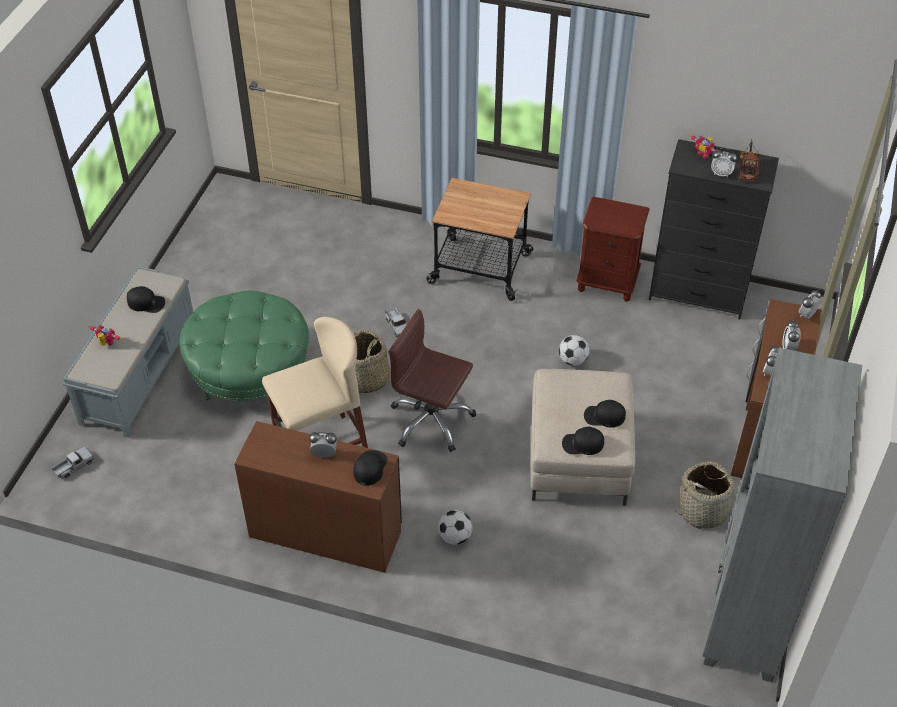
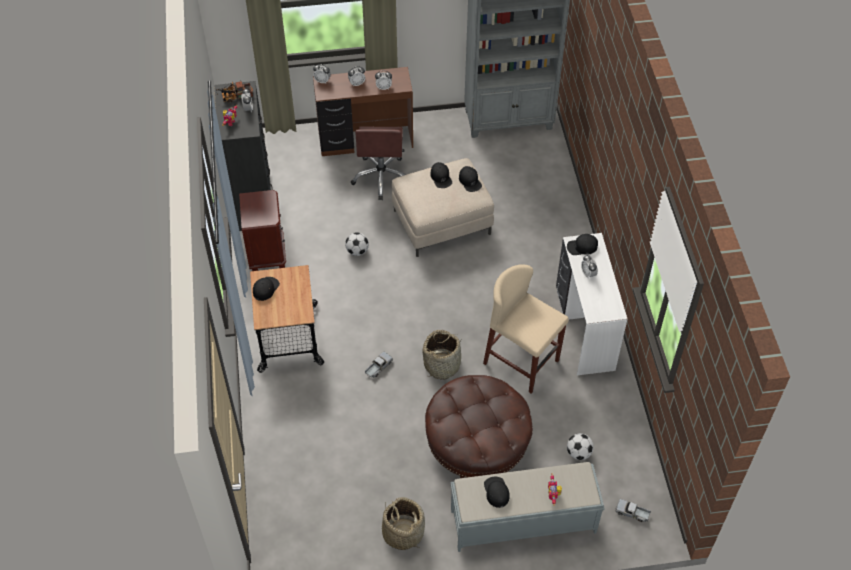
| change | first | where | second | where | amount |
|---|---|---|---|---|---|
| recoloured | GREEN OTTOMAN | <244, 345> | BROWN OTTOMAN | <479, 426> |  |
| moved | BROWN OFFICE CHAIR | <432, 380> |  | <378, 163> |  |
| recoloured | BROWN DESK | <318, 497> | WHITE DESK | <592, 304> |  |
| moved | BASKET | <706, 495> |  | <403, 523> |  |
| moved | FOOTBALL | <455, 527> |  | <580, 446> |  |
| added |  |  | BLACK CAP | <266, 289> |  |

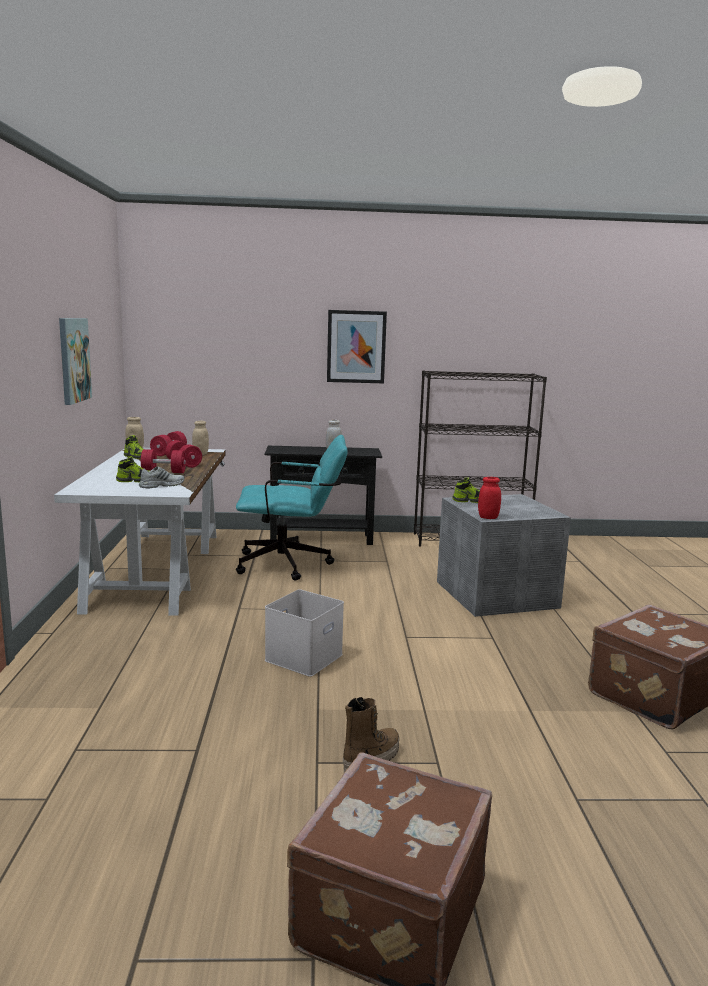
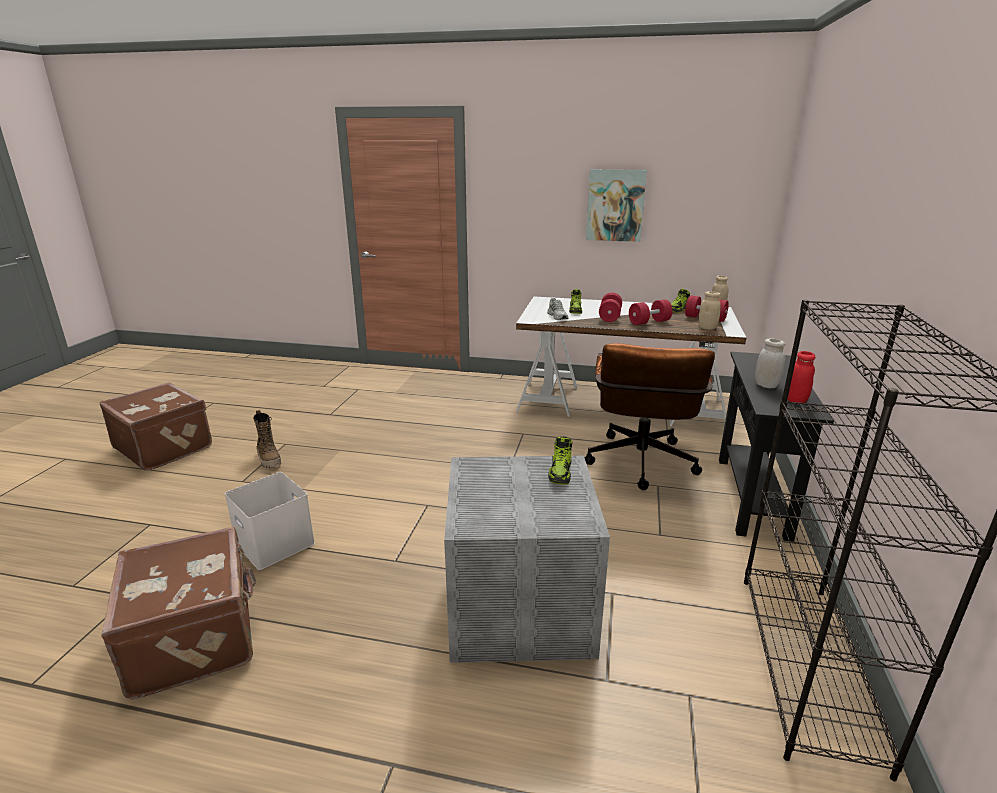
| change | first | where | second | where | amount |
|---|---|---|---|---|---|
| removed | PICTURE | <357, 346> |  |  |  |
| recoloured | TURQUOISE OFFICE CHAIR | <292, 508> | BROWN OFFICE CHAIR | <649, 416> |  |
| moved | RED JAR | <489, 498> |  | <801, 377> |  |
| moved | WHITE STORAGE BOX | <304, 633> |  | <269, 521> |  |

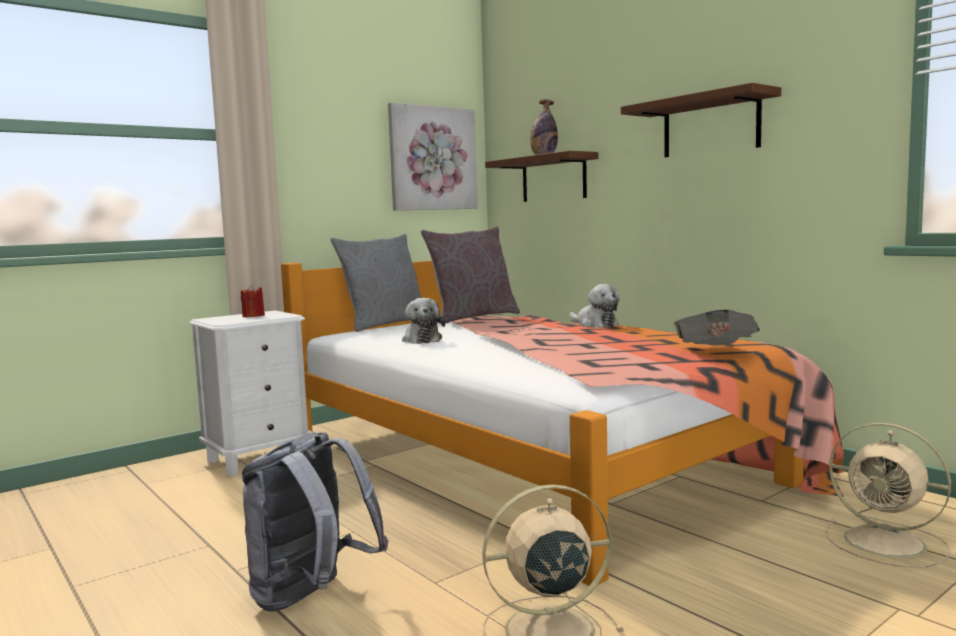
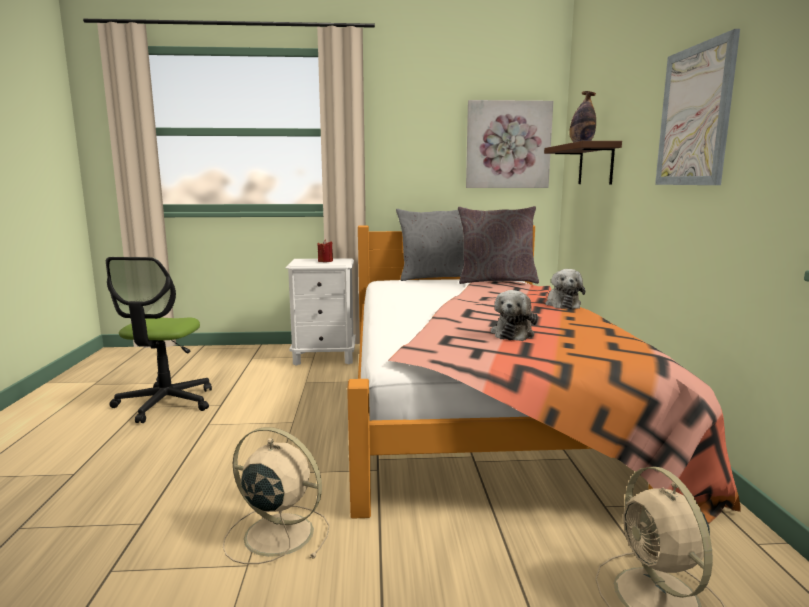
| change | first | where | second | where | amount |
|---|---|---|---|---|---|
| replaced | BROWN SHELF | <701, 120> | PICTURE | <697, 107> |  |
| moved | PLUSH TOY | <423, 321> |  | <514, 315> |  |
| removed | NEWSPAPER | <717, 328> |  |  |  |
| removed | GREY BACKPACK | <315, 522> |  |  |  |
| added |  |  | OFFICE CHAIR | <159, 340> |  |

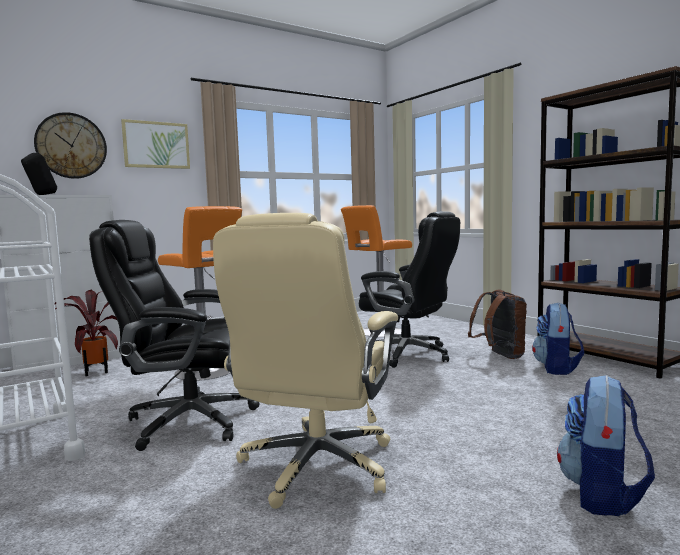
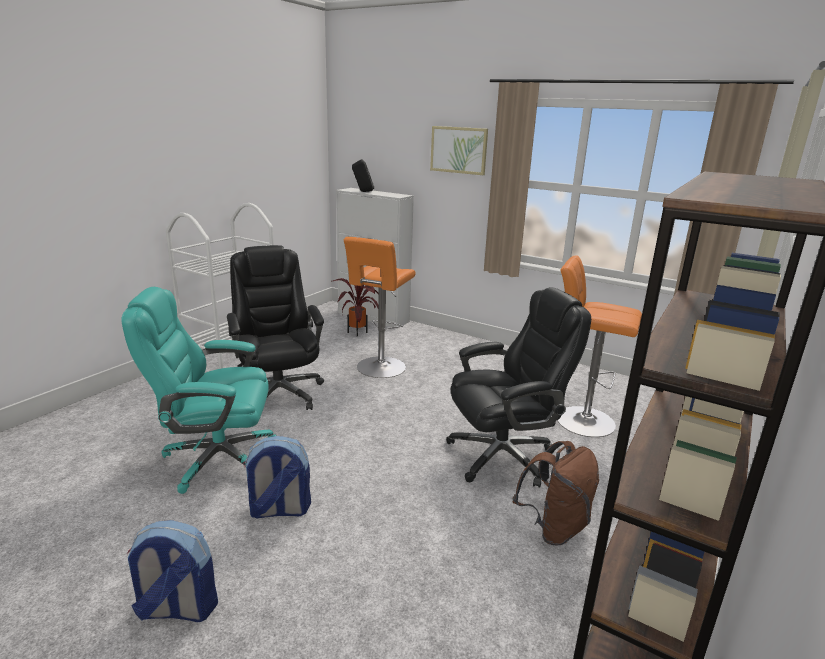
| change | first | where | second | where | amount |
|---|---|---|---|---|---|
| removed | WALL CLOCK | <70, 145> |  |  |  |
| turned | BLACK OFFICE CHAIR | <409, 289> |  | <518, 387> | 120 degrees counterclockwise |
| recoloured | BEIGE OFFICE CHAIR | <305, 361> | TURQUOISE OFFICE CHAIR | <199, 390> |  |
| moved | BACKPACK | <558, 339> |  | <277, 477> |  |

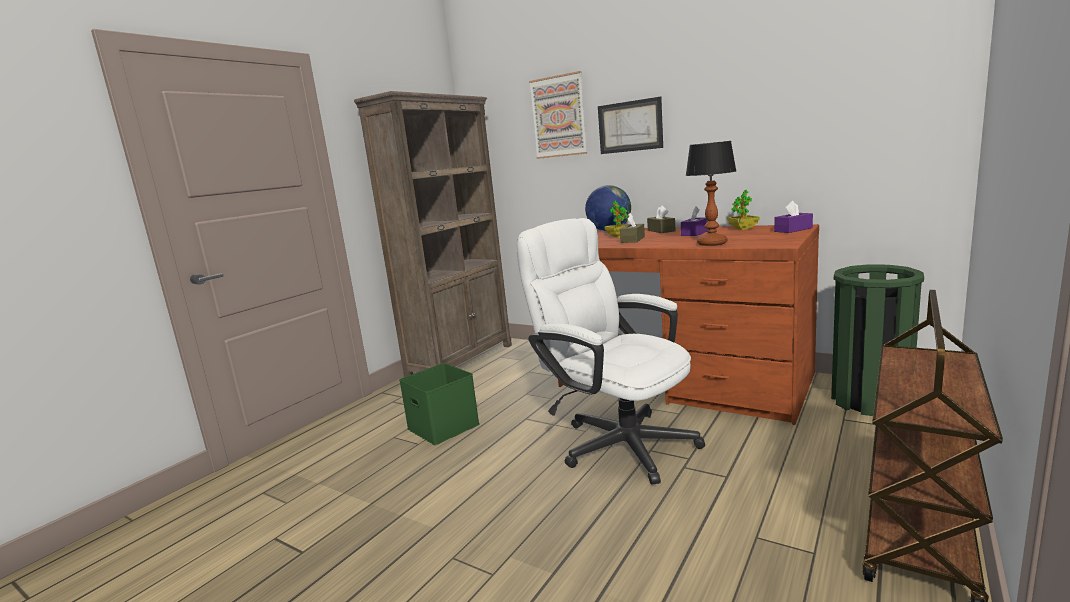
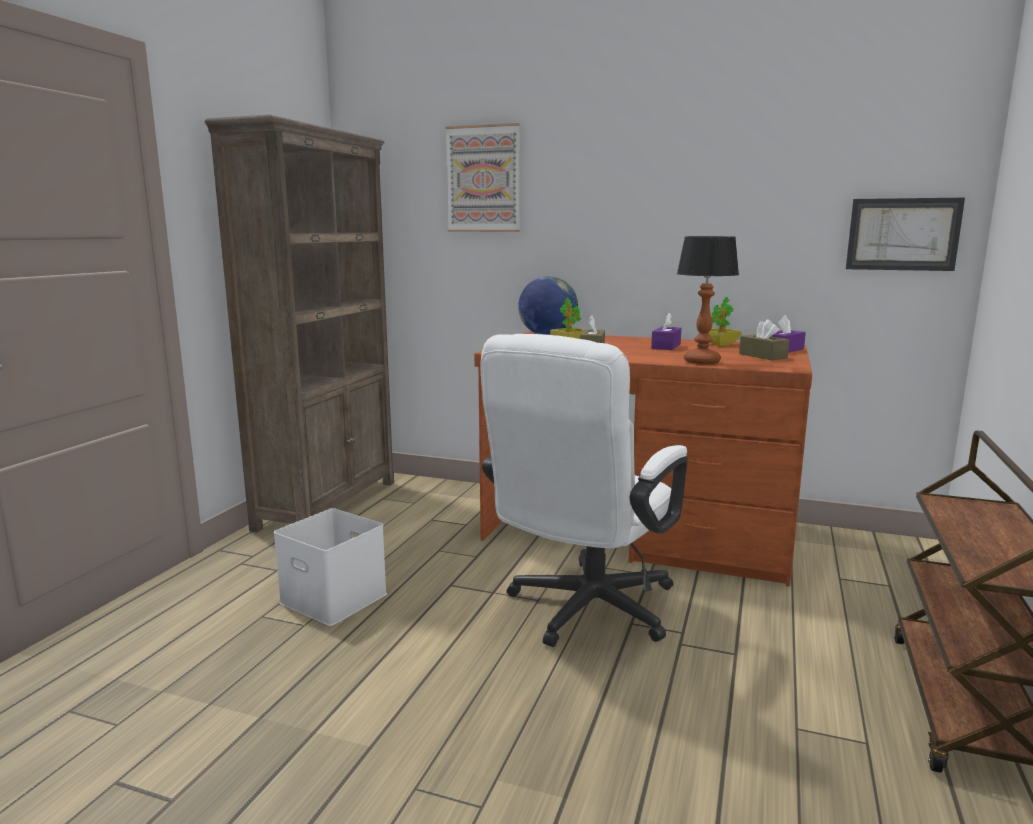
| change | first | where | second | where | amount |
|---|---|---|---|---|---|
| moved | PICTURE | <630, 125> |  | <905, 234> |  |
| moved | BROWN TISSUE BOX | <661, 219> |  | <764, 339> |  |
| turned | WHITE OFFICE CHAIR | <610, 351> |  | <584, 490> | 90 degrees counterclockwise |
| removed | GREEN TRASH CAN | <877, 340> |  |  |  |
| recoloured | GREEN STORAGE BOX | <439, 404> | WHITE STORAGE BOX | <330, 567> |  |

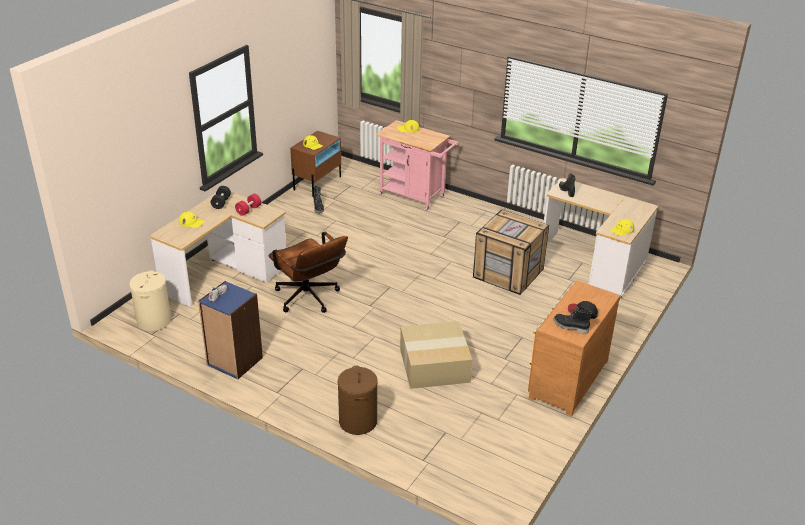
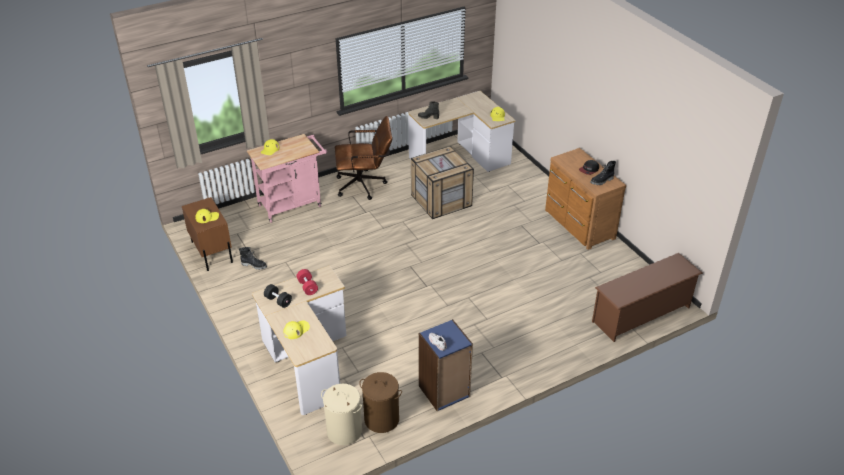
| change | first | where | second | where | amount |
|---|---|---|---|---|---|
| moved | BROWN OFFICE CHAIR | <308, 272> |  | <363, 158> |  |
| removed | CARDBOARD BOX | <436, 355> |  |  |  |
| moved | BROWN LAUNDRY BASKET | <358, 400> |  | <380, 402> |  |
| added |  |  | BROWN SHOE RACK | <647, 297> |  |

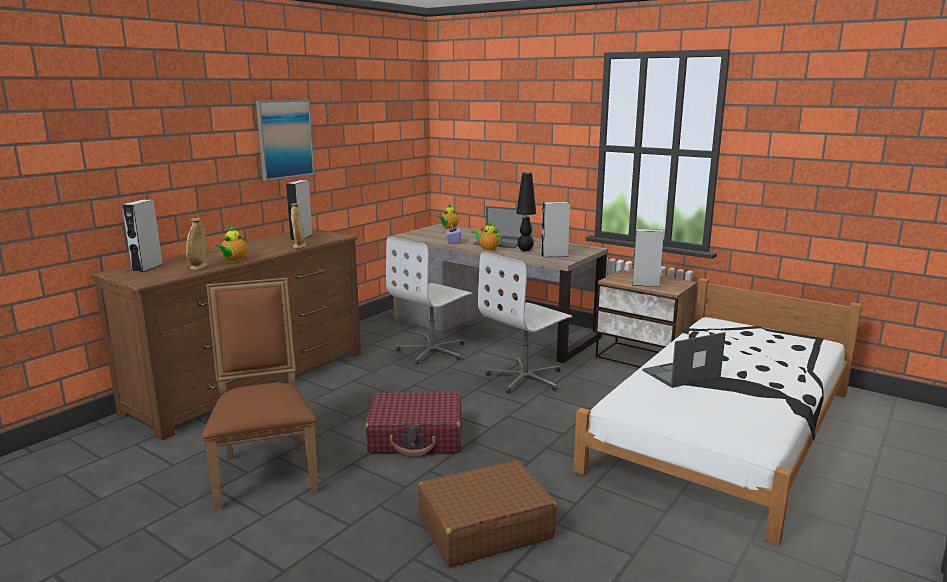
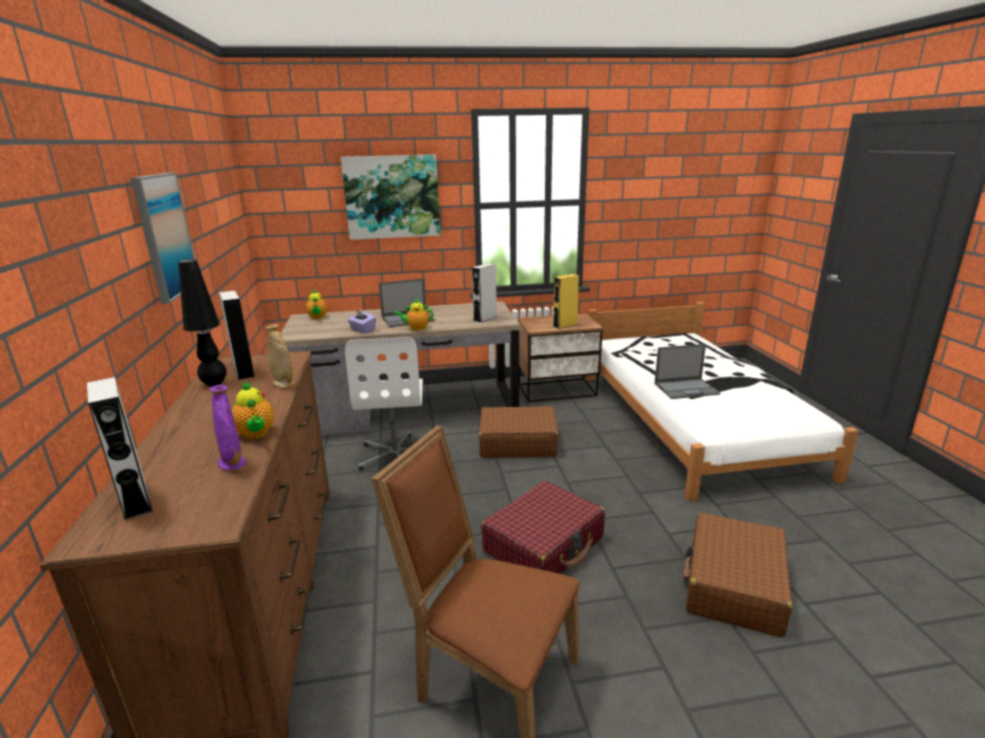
| change | first | where | second | where | amount |
|---|---|---|---|---|---|
| moved | BLACK TABLE LAMP | <526, 212> |  | <202, 322> |  |
| recoloured | BEIGE VASE | <197, 244> | PURPLE VASE | <228, 428> |  |
| recoloured | GREY SPEAKER | <648, 258> | YELLOW SPEAKER | <566, 301> |  |
| replaced | WHITE OFFICE CHAIR | <525, 322> | BROWN SUITCASE | <518, 432> |  |
| turned | LAPTOP | <684, 360> |  | <687, 371> | 120 degrees counterclockwise |
| added |  |  | PICTURE | <390, 197> |  |

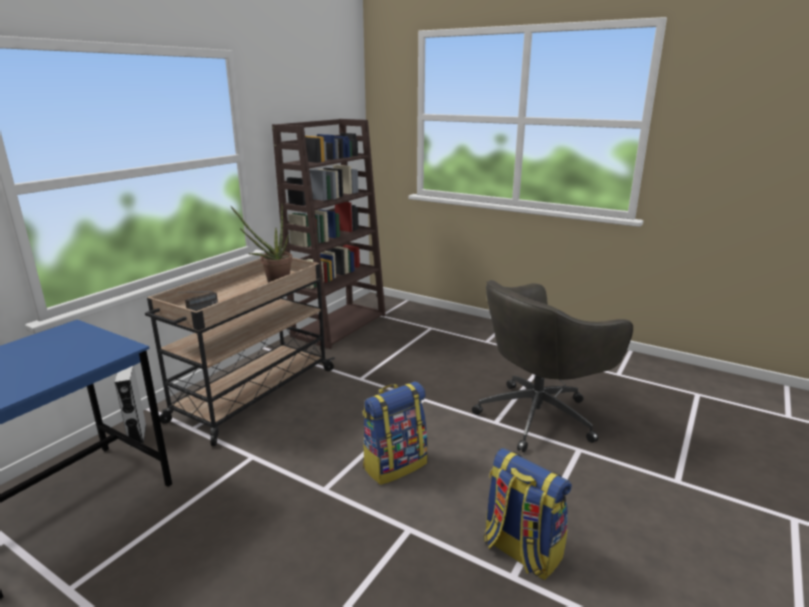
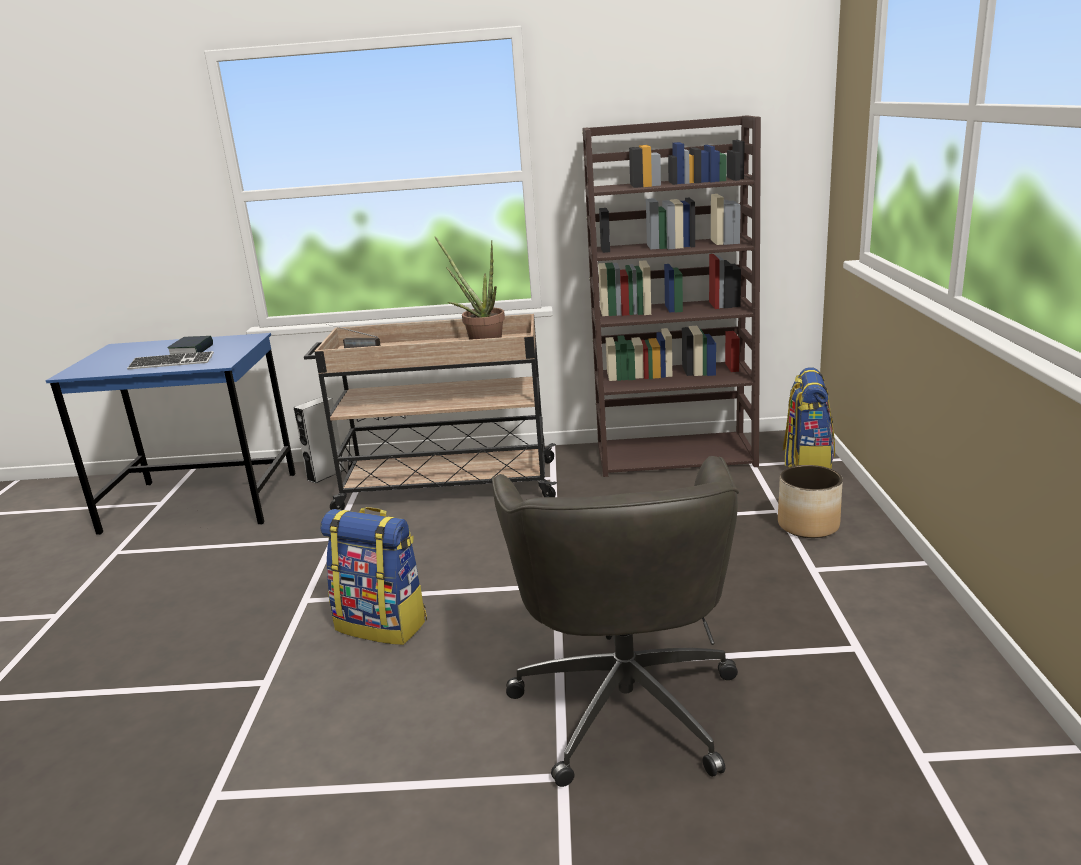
| change | first | where | second | where | amount |
|---|---|---|---|---|---|
| turned | GREY OFFICE CHAIR | <552, 366> |  | <615, 621> | 120 degrees counterclockwise |
| moved | BACKPACK | <528, 514> |  | <809, 418> |  |
| added |  |  | BOOK | <190, 345> |  |
| added |  |  | KEYBOARD | <170, 360> |  |
| added |  |  | PLANTER | <810, 501> |  |

